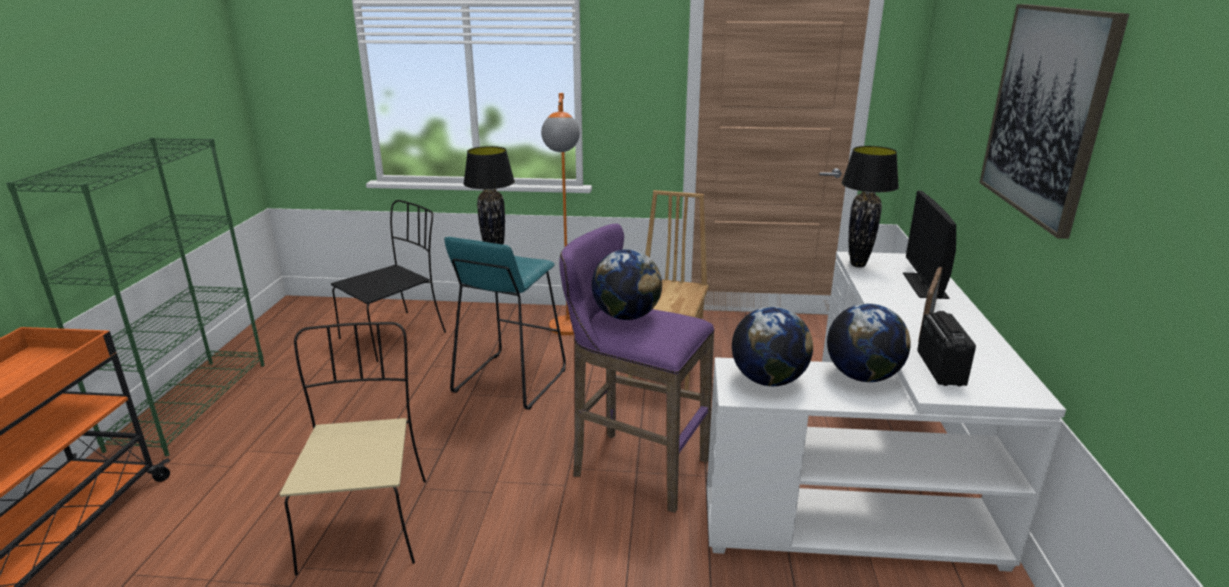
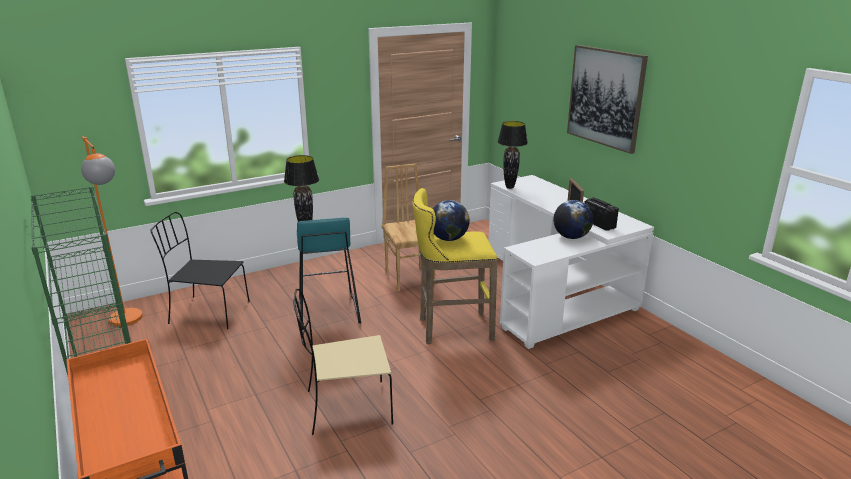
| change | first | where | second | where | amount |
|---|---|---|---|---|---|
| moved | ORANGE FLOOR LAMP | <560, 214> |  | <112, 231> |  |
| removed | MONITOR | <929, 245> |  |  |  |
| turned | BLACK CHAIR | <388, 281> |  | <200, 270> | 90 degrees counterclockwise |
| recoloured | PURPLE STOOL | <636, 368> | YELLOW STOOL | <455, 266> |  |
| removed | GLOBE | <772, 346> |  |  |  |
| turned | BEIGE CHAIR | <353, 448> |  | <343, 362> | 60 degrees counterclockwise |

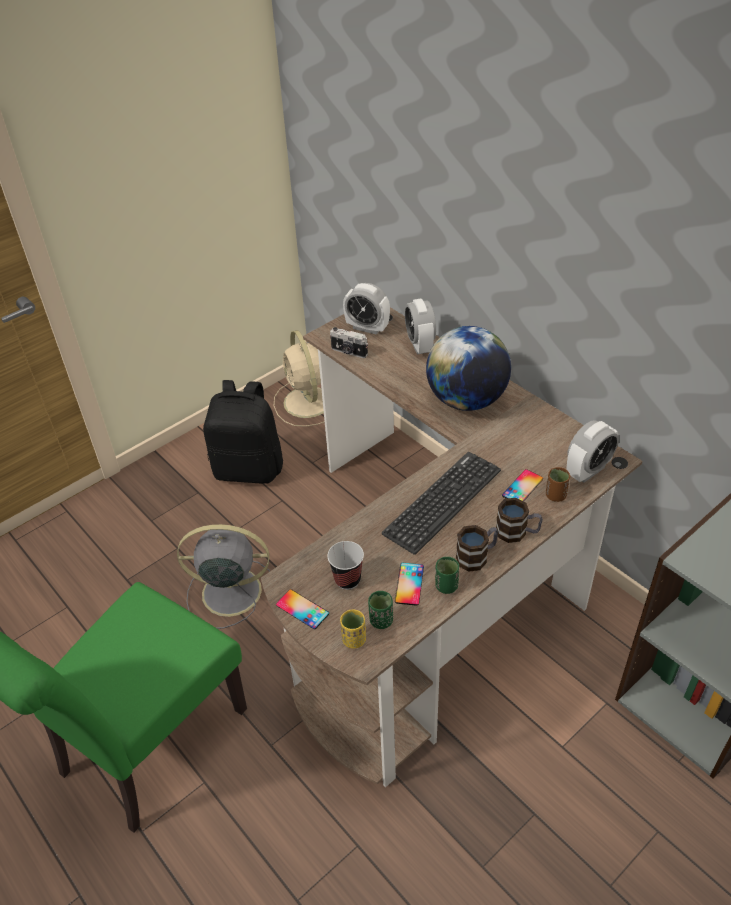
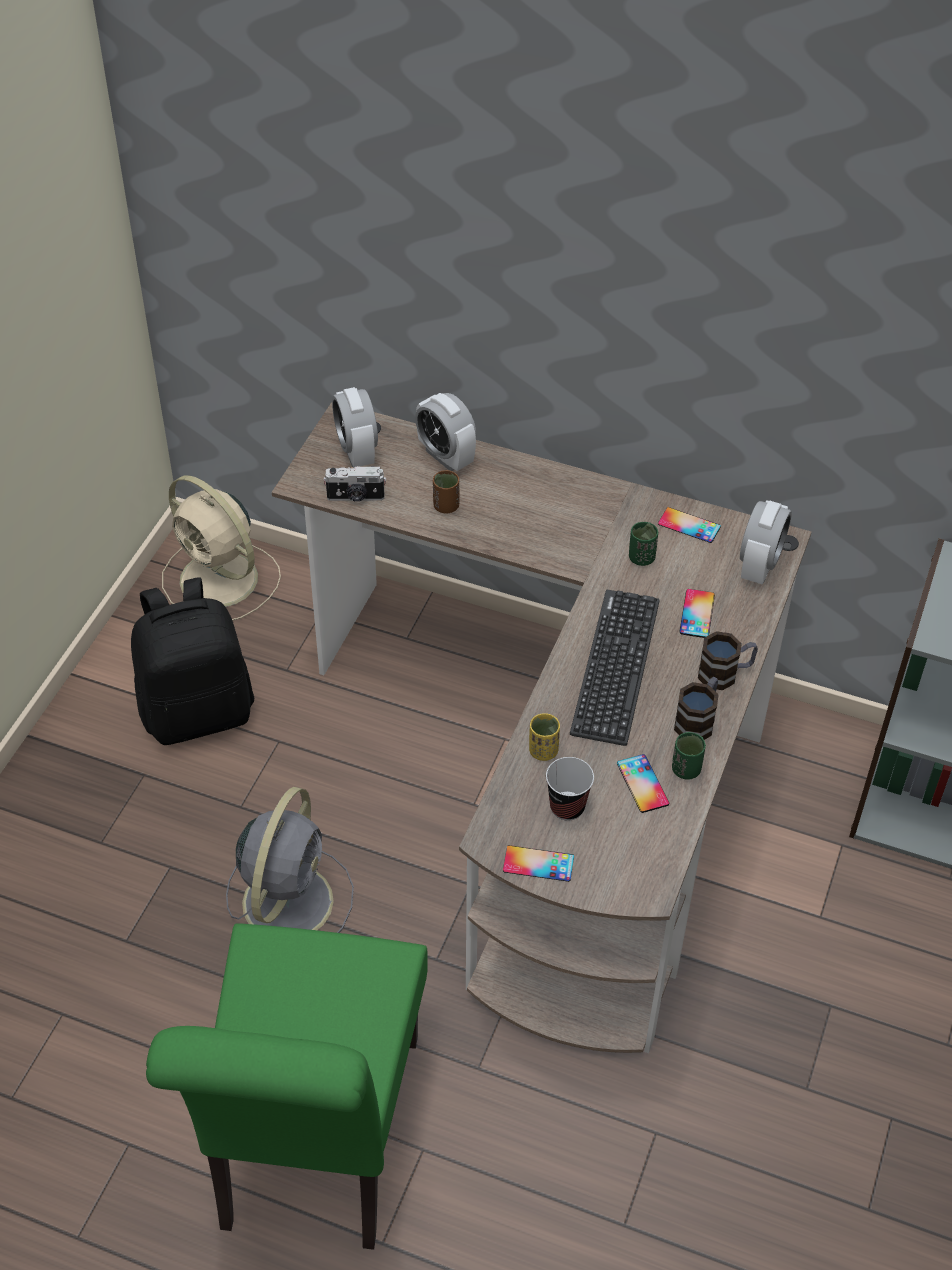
| change | first | where | second | where | amount |
|---|---|---|---|---|---|
| turned | ALARM CLOCK | <366, 309> |  | <355, 427> | 75 degrees clockwise |
| removed | GLOBE | <468, 368> |  |  |  |
| moved | BROWN CUP | <558, 484> |  | <446, 491> |  |
| turned | GREY FAN | <223, 576> |  | <290, 860> | 135 degrees clockwise |
| moved | GREEN CUP | <380, 610> |  | <643, 544> |  |
| moved | YELLOW CUP | <353, 629> |  | <544, 737> |  |
| added |  |  | PHONE | <689, 525> |  |

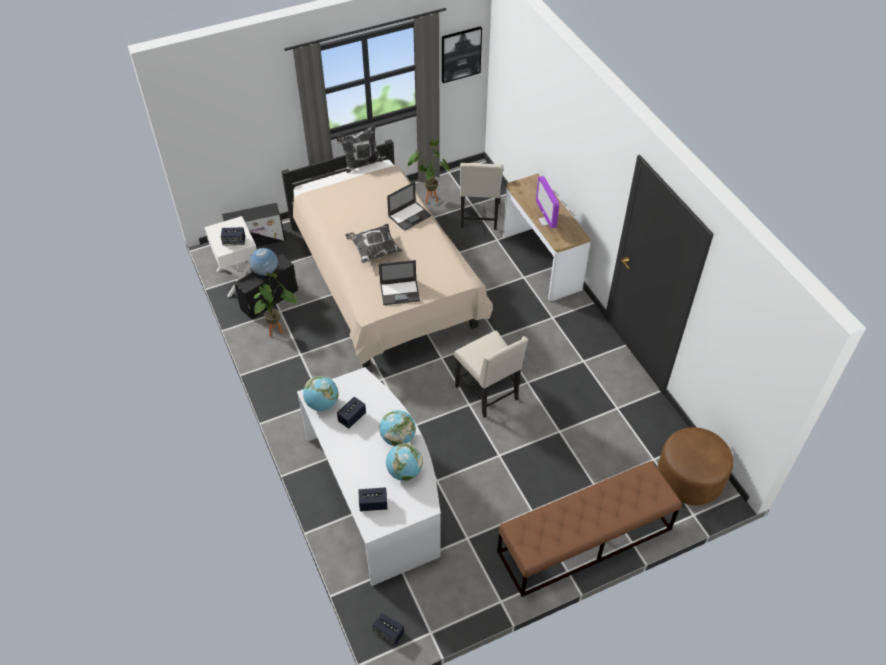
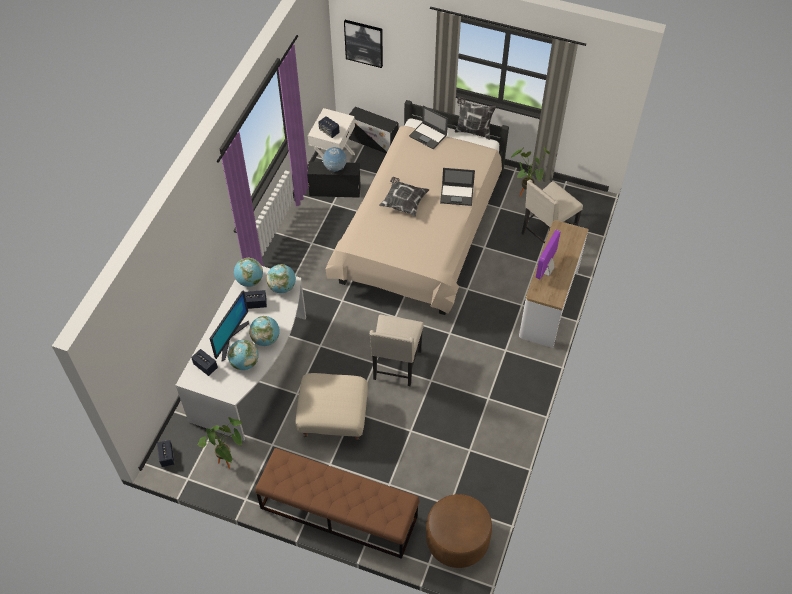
| change | first | where | second | where | amount |
|---|---|---|---|---|---|
| moved | PICTURE | <462, 54> |  | <363, 44> |  |
| moved | LAPTOP | <399, 282> |  | <428, 127> |  |
| moved | POTTED PLANT | <275, 304> |  | <220, 443> |  |
| added |  |  | GLOBE | <281, 278> |  |
| added |  |  | MONITOR | <229, 325> |  |
| added |  |  | BEIGE OTTOMAN | <332, 407> |  |

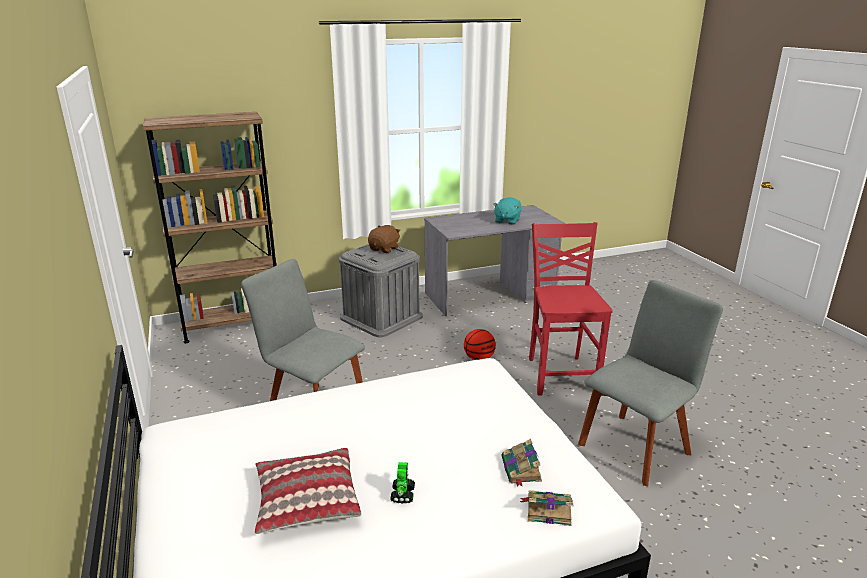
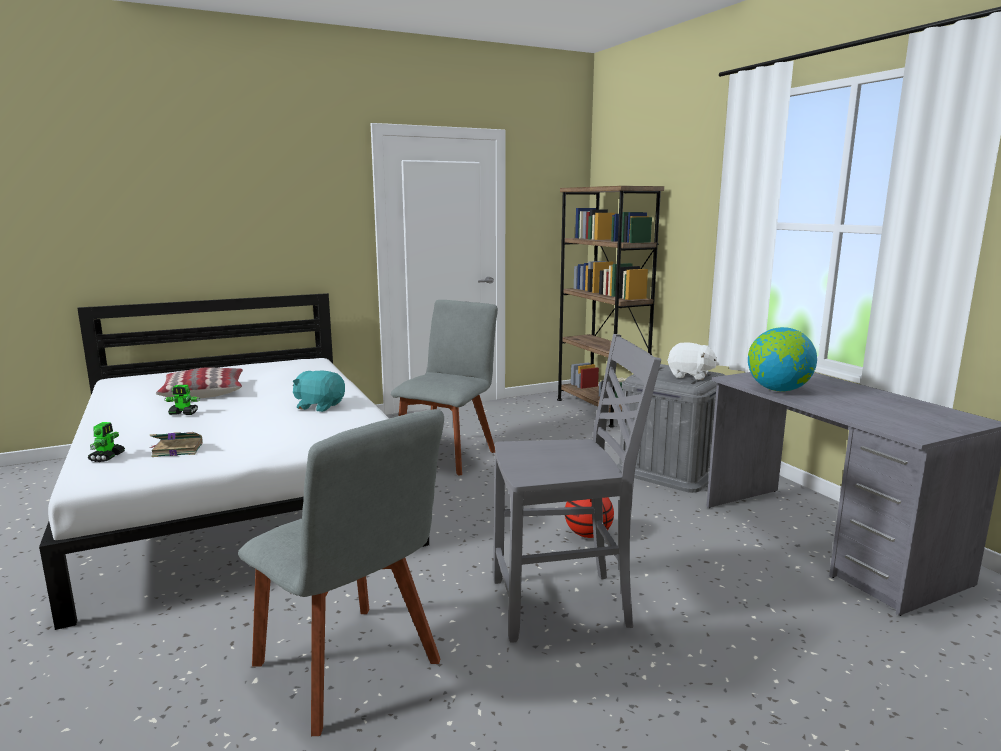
| change | first | where | second | where | amount |
|---|---|---|---|---|---|
| moved | TURQUOISE PLUSH TOY | <507, 211> |  | <319, 391> |  |
| recoloured | RED CHAIR | <571, 309> | GREY CHAIR | <577, 488> |  |
| recoloured | BROWN PLUSH TOY | <384, 239> | WHITE PLUSH TOY | <693, 361> |  |
| replaced | BOOK | <546, 508> | TOY ROBOT | <106, 442> |  |
| added |  |  | GLOBE | <782, 359> |  |

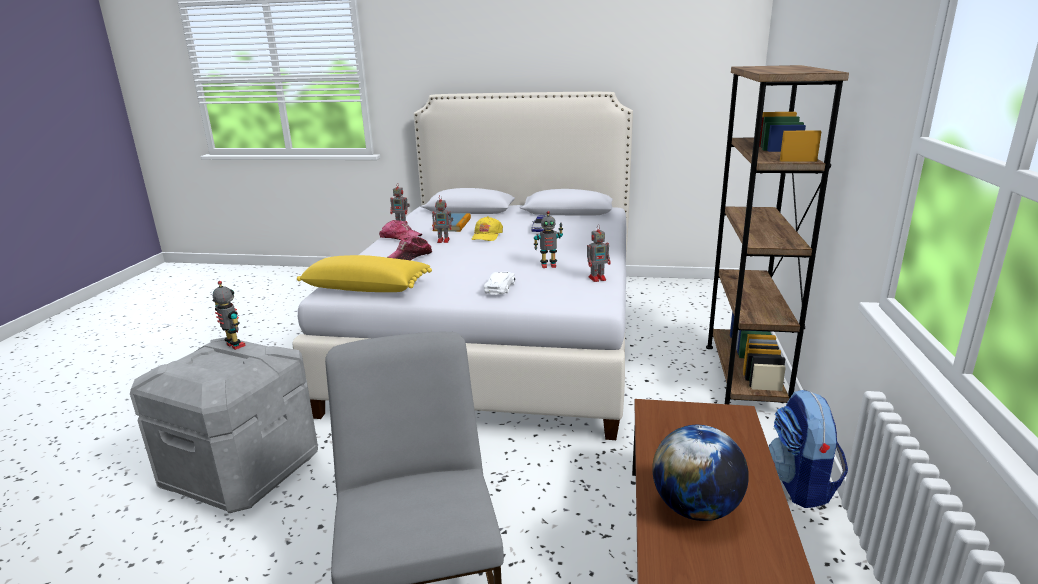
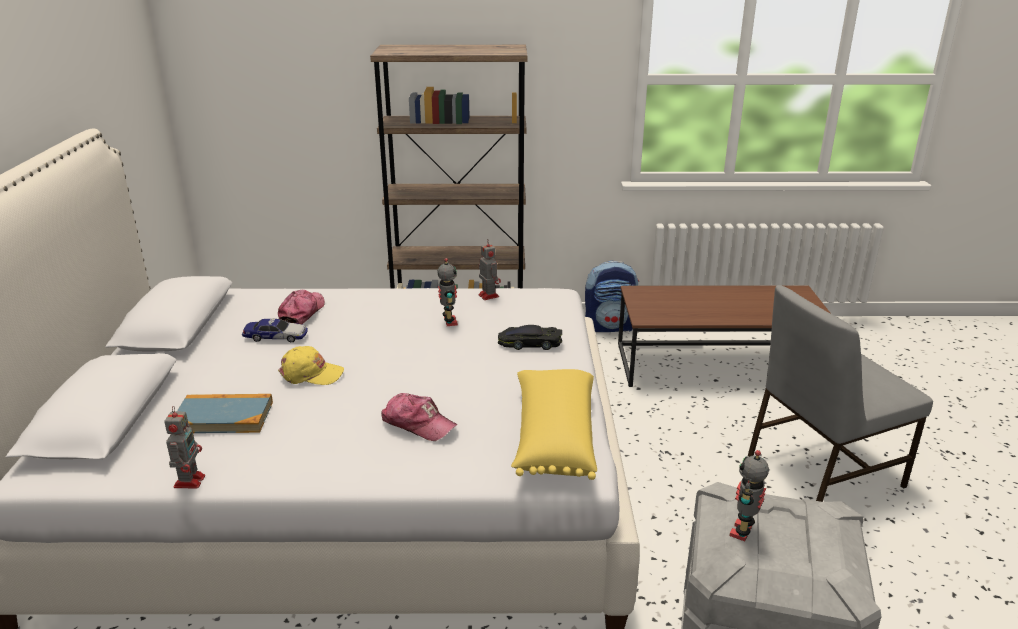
| change | first | where | second | where | amount |
|---|---|---|---|---|---|
| removed | TOY ROBOT | <442, 219> |  |  |  |
| moved | CAP | <400, 230> |  | <301, 307> |  |
| recoloured | WHITE TOY CAR | <499, 283> | BLACK TOY CAR | <530, 337> |  |
| removed | GLOBE | <701, 473> |  |  |  |

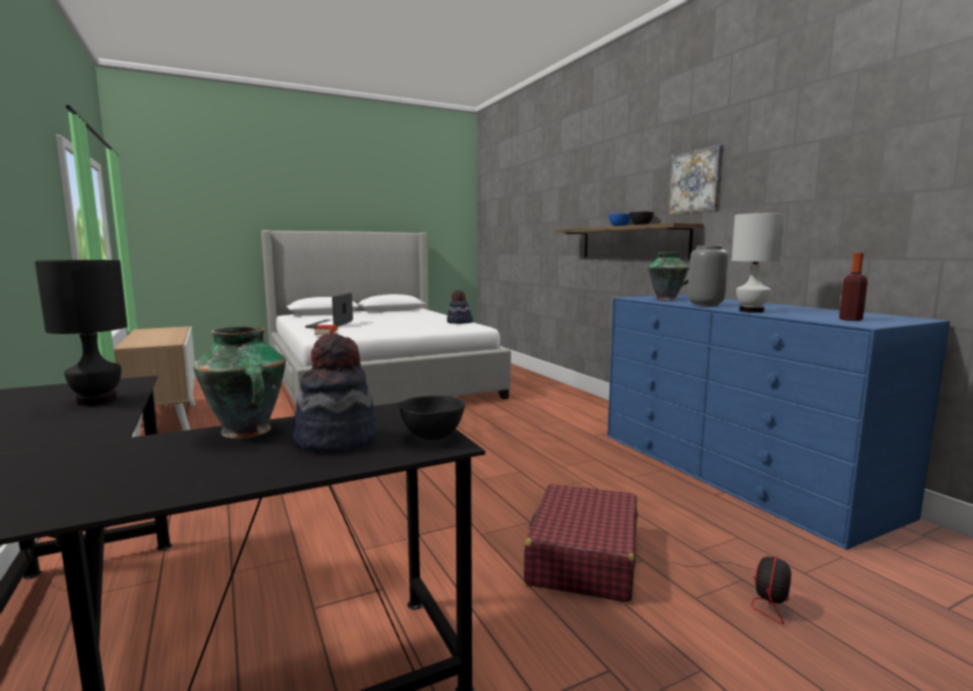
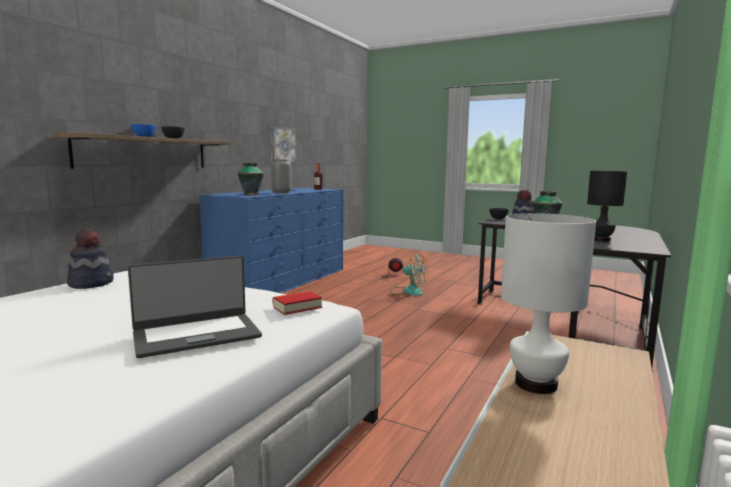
| change | first | where | second | where | amount |
|---|---|---|---|---|---|
| moved | PICTURE | <696, 180> |  | <283, 145> |  |
| moved | WHITE TABLE LAMP | <759, 263> |  | <548, 303> |  |
| replaced | RED SUITCASE | <581, 543> | FAN | <409, 274> |  |

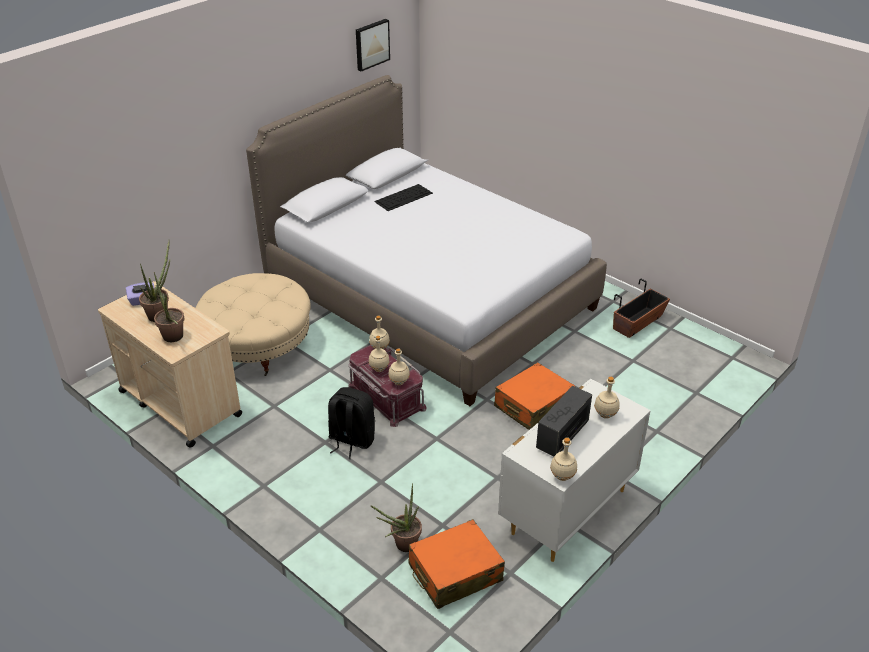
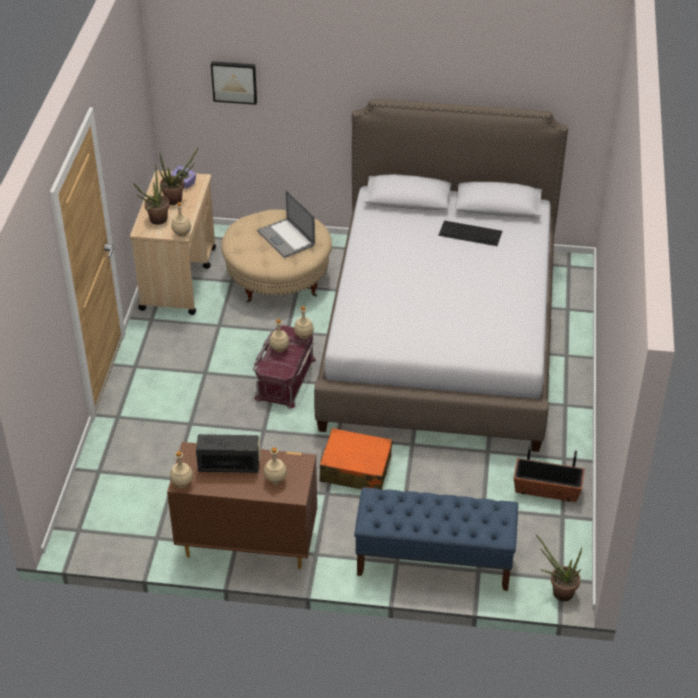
| change | first | where | second | where | amount |
|---|---|---|---|---|---|
| moved | PICTURE | <373, 45> |  | <234, 83> |  |
| moved | BEIGE BOTTLE | <399, 367> |  | <181, 219> |  |
| recoloured | WHITE DRESSER | <574, 470> | BROWN DRESSER | <242, 505> |  |
| removed | BLACK BACKPACK | <351, 423> |  |  |  |
| moved | POTTED PLANT | <396, 518> |  | <559, 568> |  |
| removed | ORANGE SUITCASE | <456, 564> |  |  |  |
| added |  |  | LAPTOP | <286, 224> |  |
| added |  |  | BLUE BENCH | <436, 539> |  |

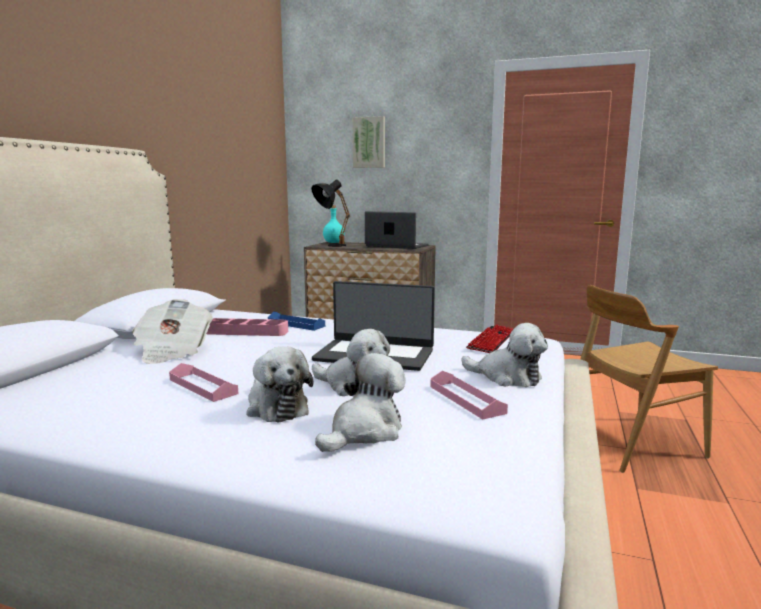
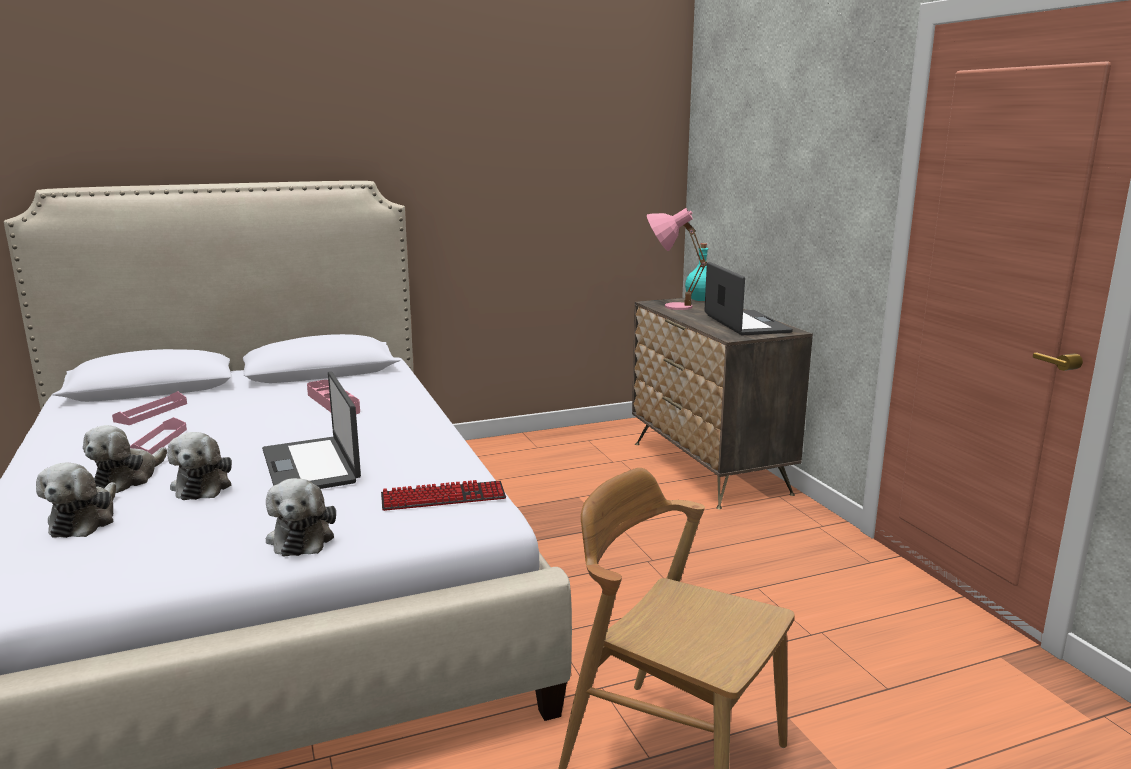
| change | first | where | second | where | amount |
|---|---|---|---|---|---|
| removed | PICTURE | <368, 142> |  |  |  |
| recoloured | BLACK TABLE LAMP | <330, 213> | PINK TABLE LAMP | <677, 259> |  |
| removed | NEWSPAPER | <172, 331> |  |  |  |
| removed | BLUE TRAY | <296, 321> |  |  |  |
| turned | PLUSH TOY | <360, 402> |  | <76, 500> | 90 degrees clockwise |
| moved | PINK TRAY | <469, 395> |  | <149, 408> |  |

